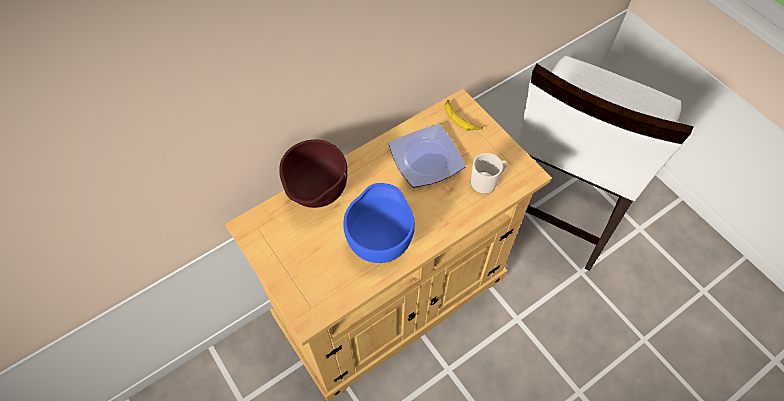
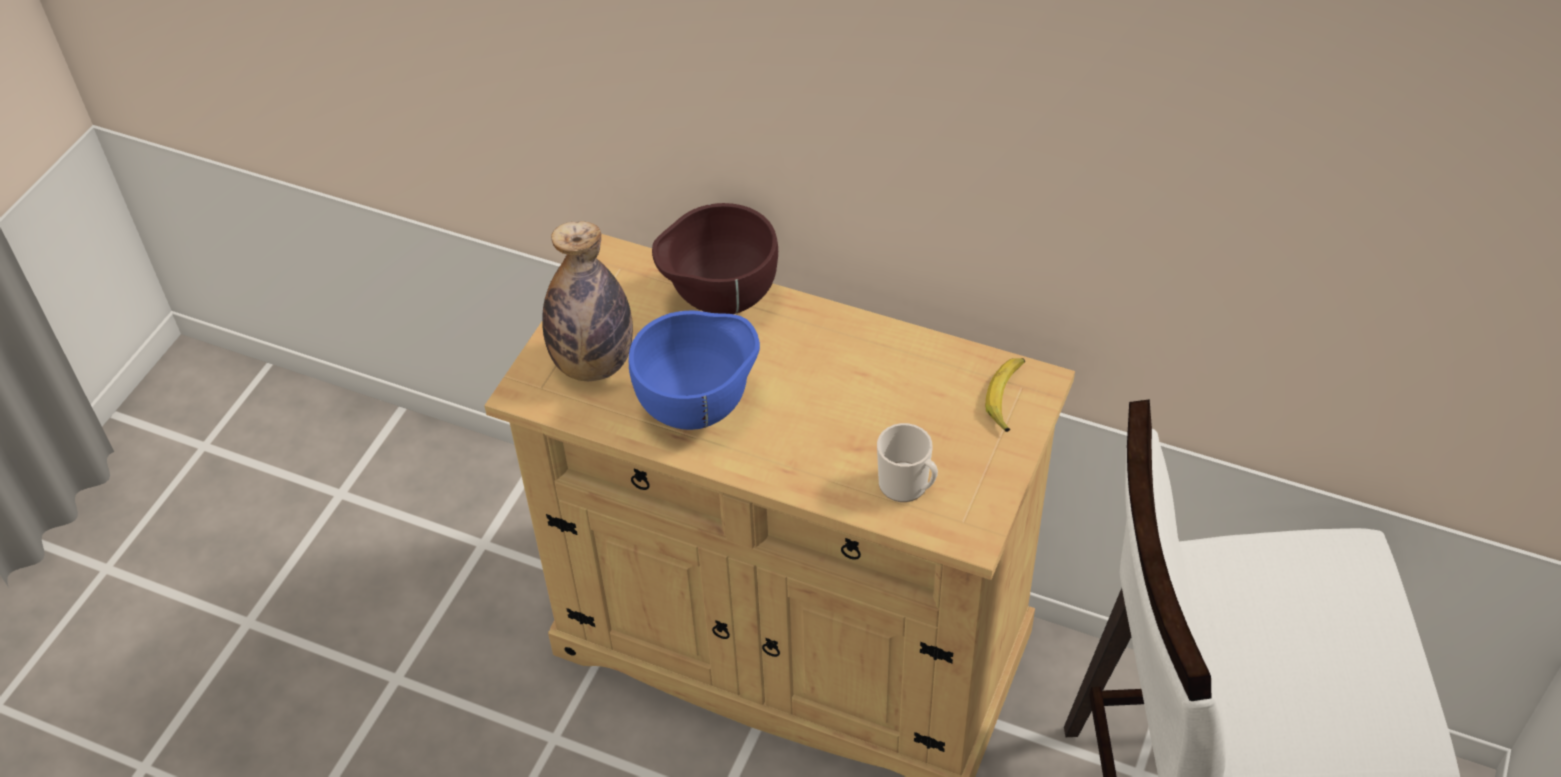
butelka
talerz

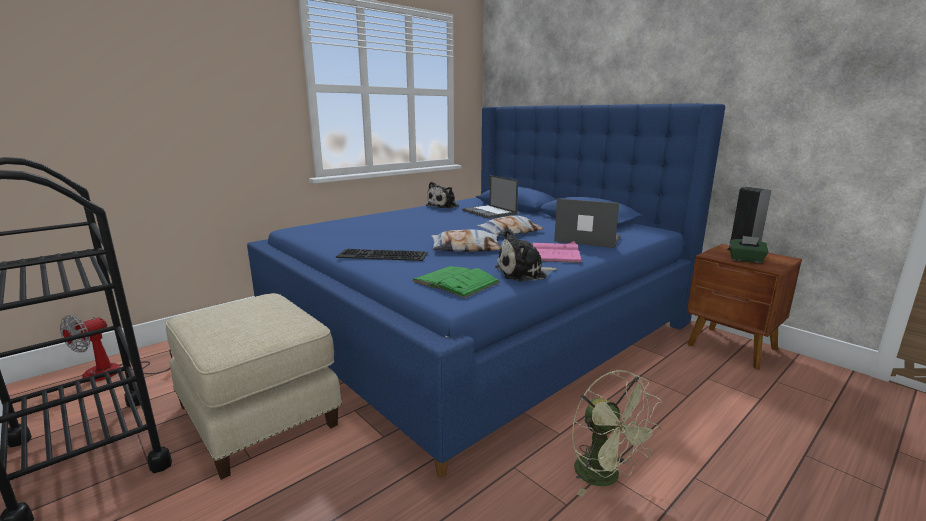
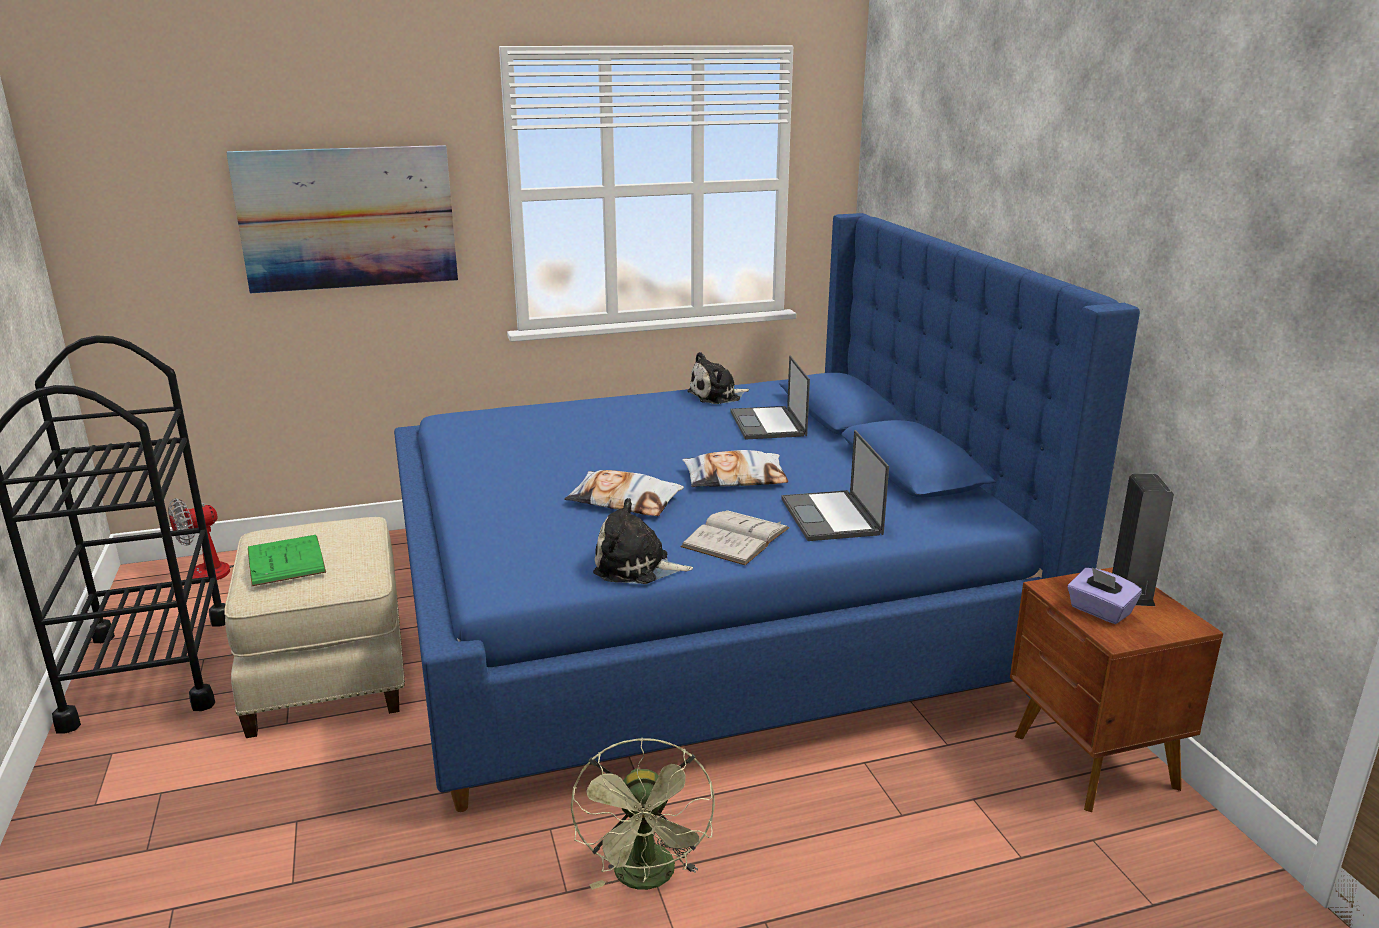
obraz
książka [zielony]
książka [biały]
laptop (no. 2 from left)
pudełko chusteczek [fioletowy]
klawiatura

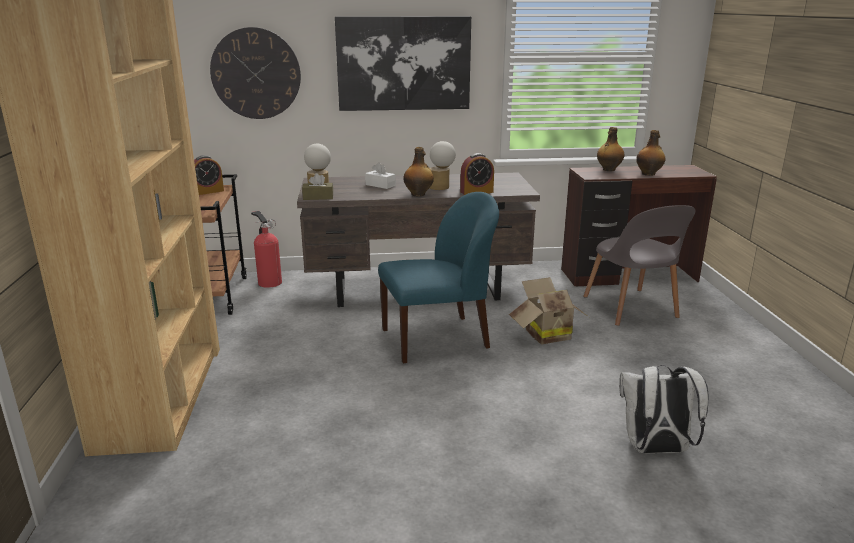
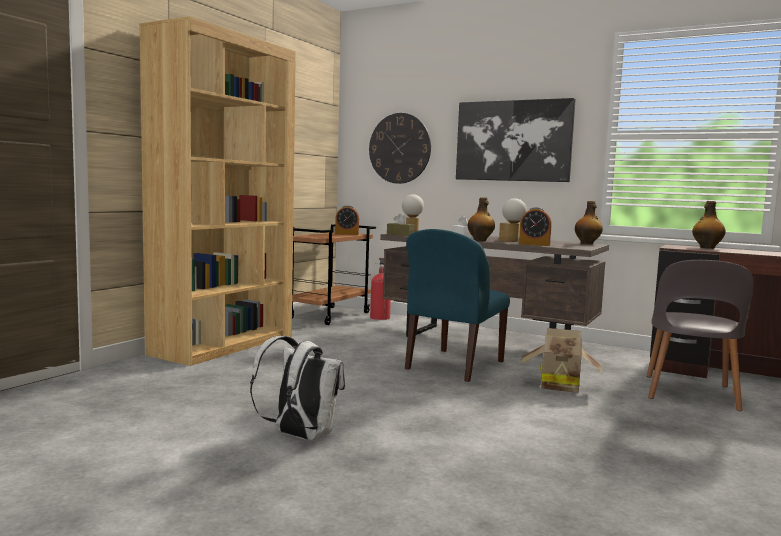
plecak [biały]
krzesło [niebieski]
butelka (no. 2 from left)

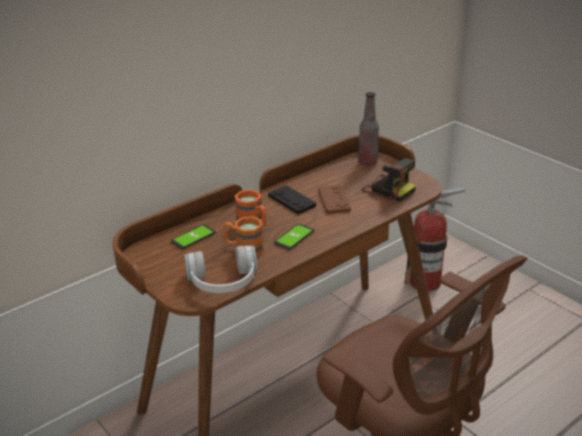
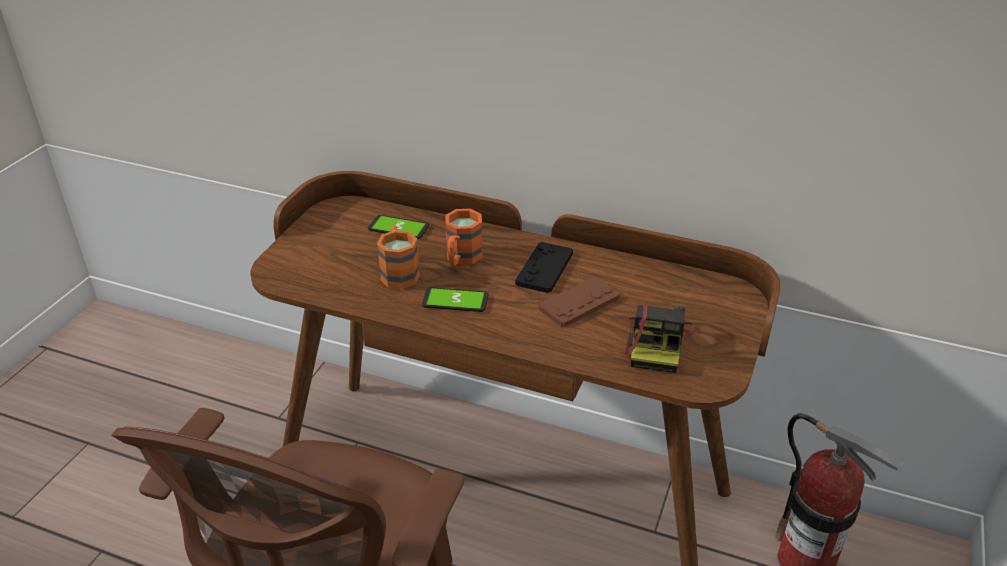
słuchawki [biały]
butelka

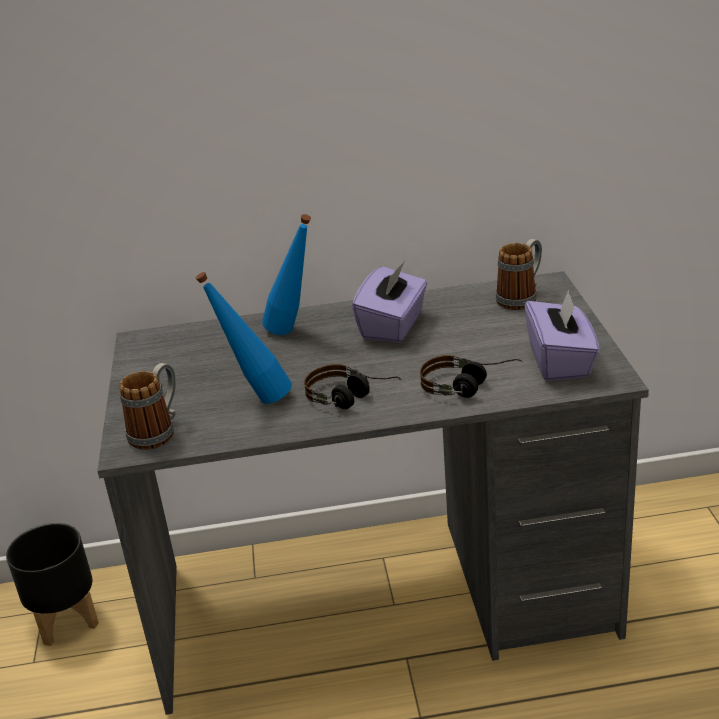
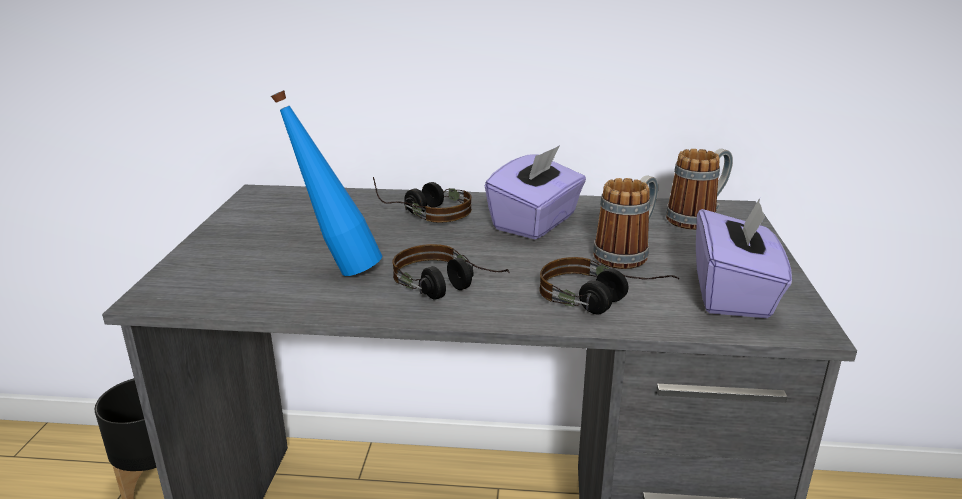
słuchawki (no. 1 from left)
kubek (no. 1 from left)

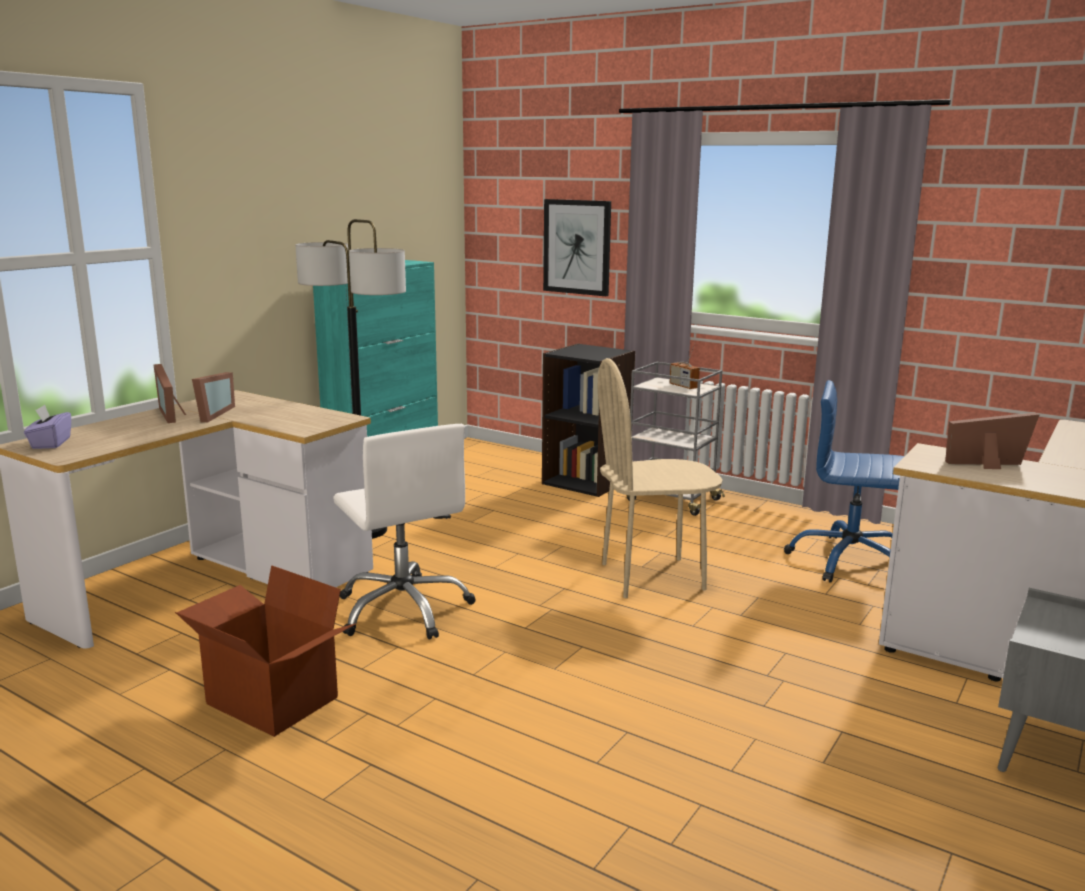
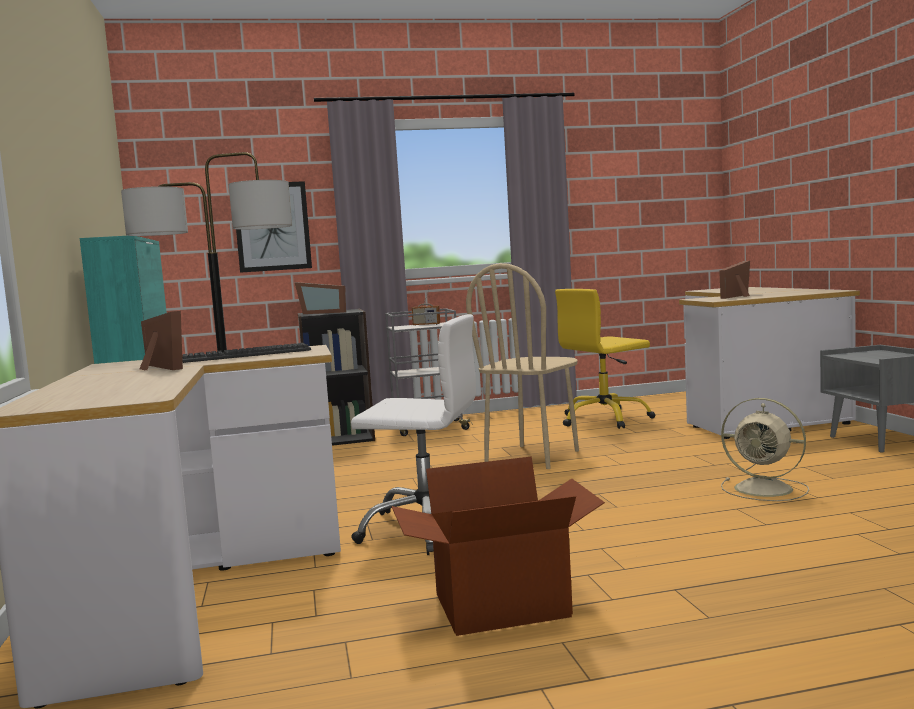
klawiatura
ramka na zdjęcie (no. 2 from left)
krzesło biurowe [żółty]
wentylator [beżowy]
pudełko chusteczek [fioletowy]

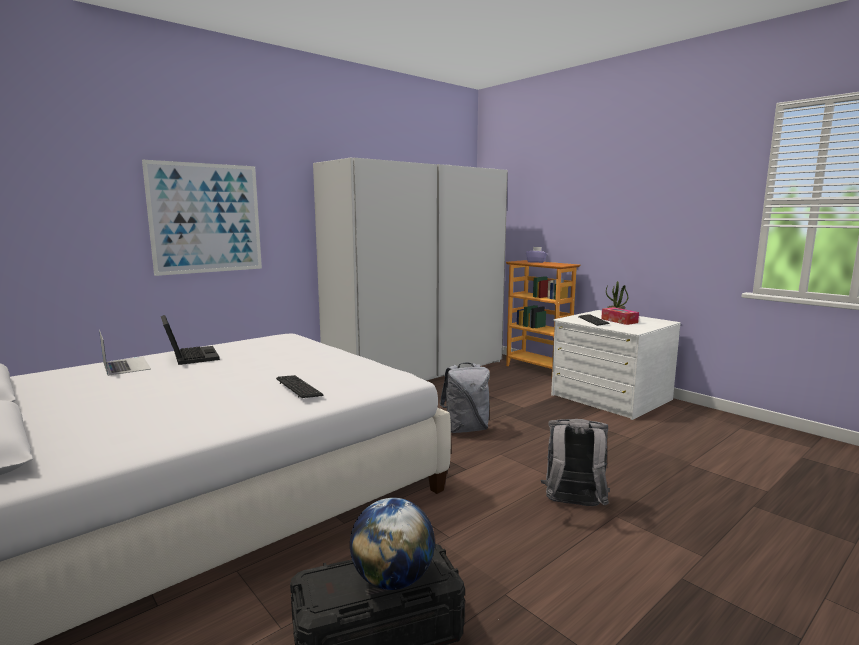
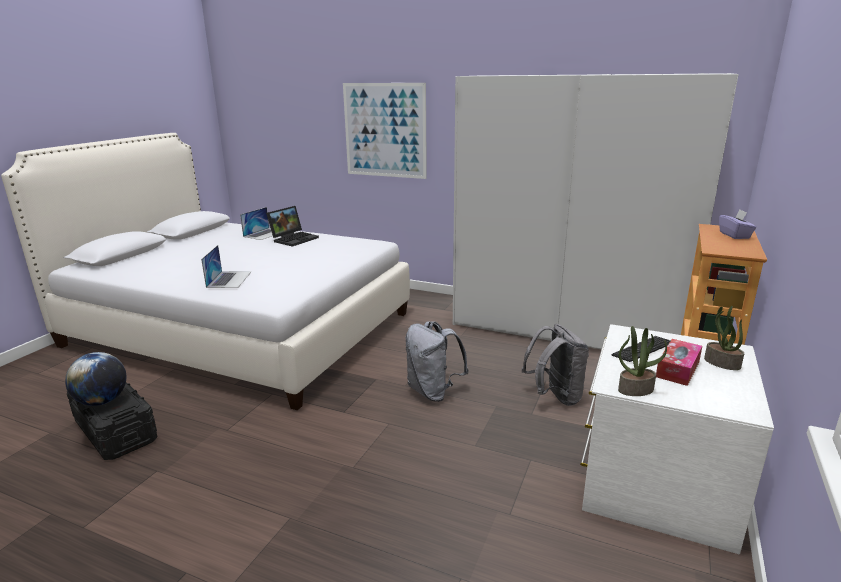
laptop (no. 1 from left)
plecak [szary] (no. 2 from left)
roślina doniczkowa (no. 1 from left)

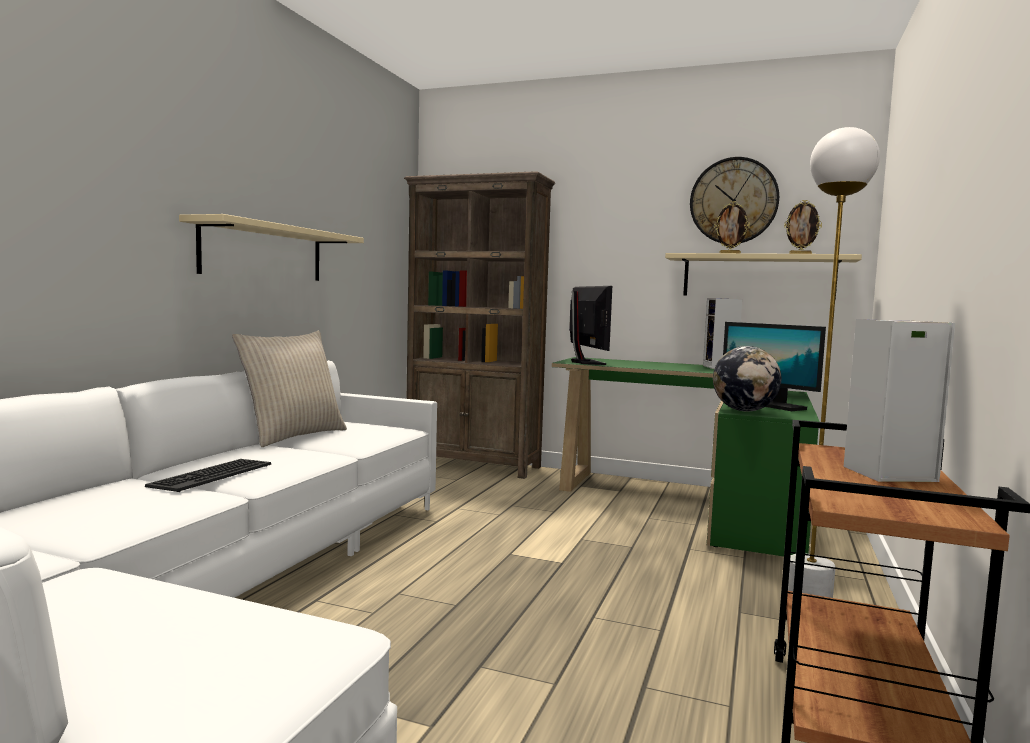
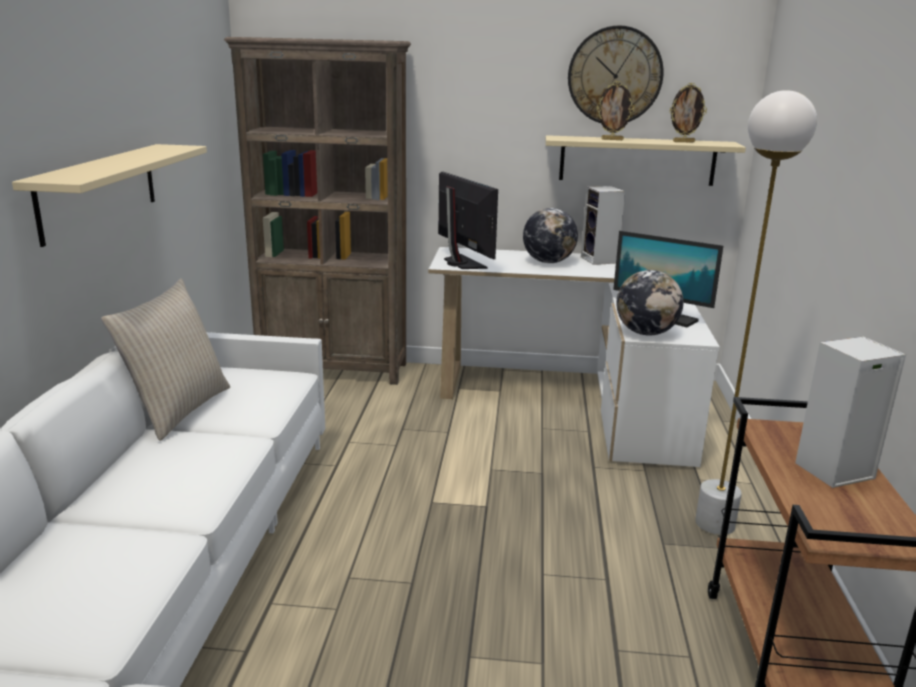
biurko [biały]
globus (no. 1 from left)
klawiatura

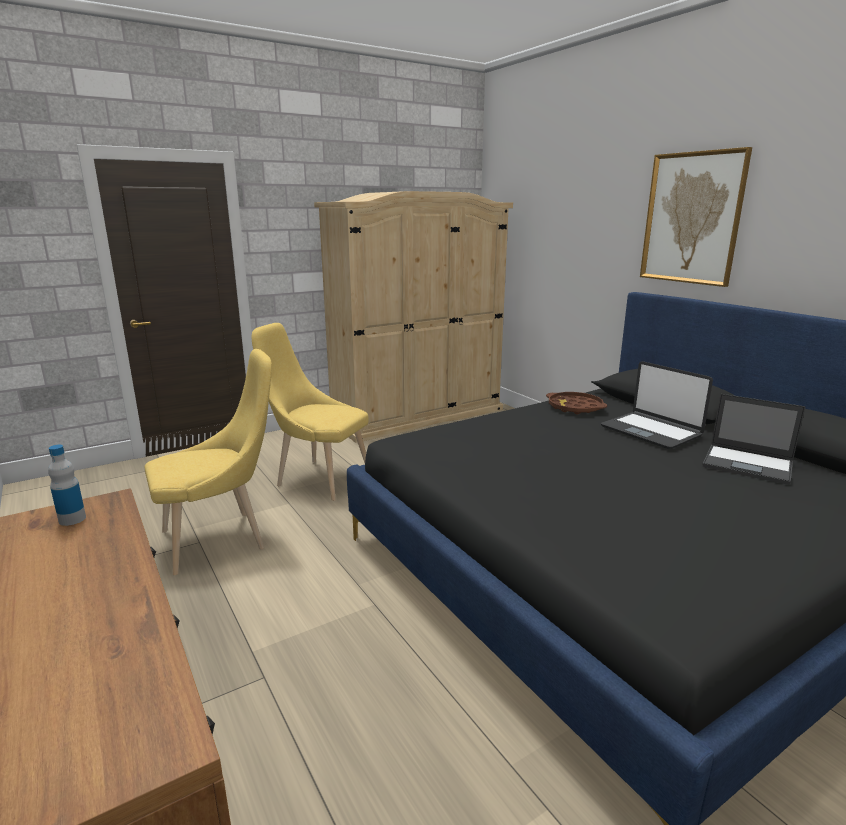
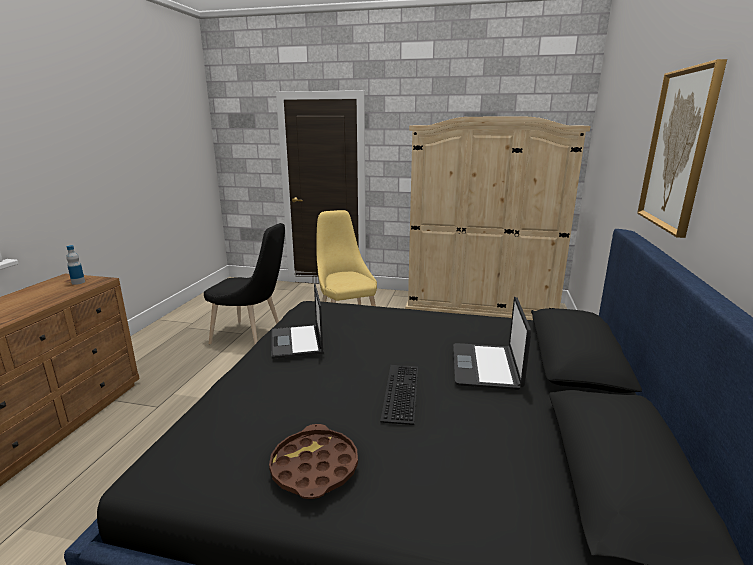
krzesło [czarny]
taca [brązowy]
laptop (no. 1 from left)
klawiatura

